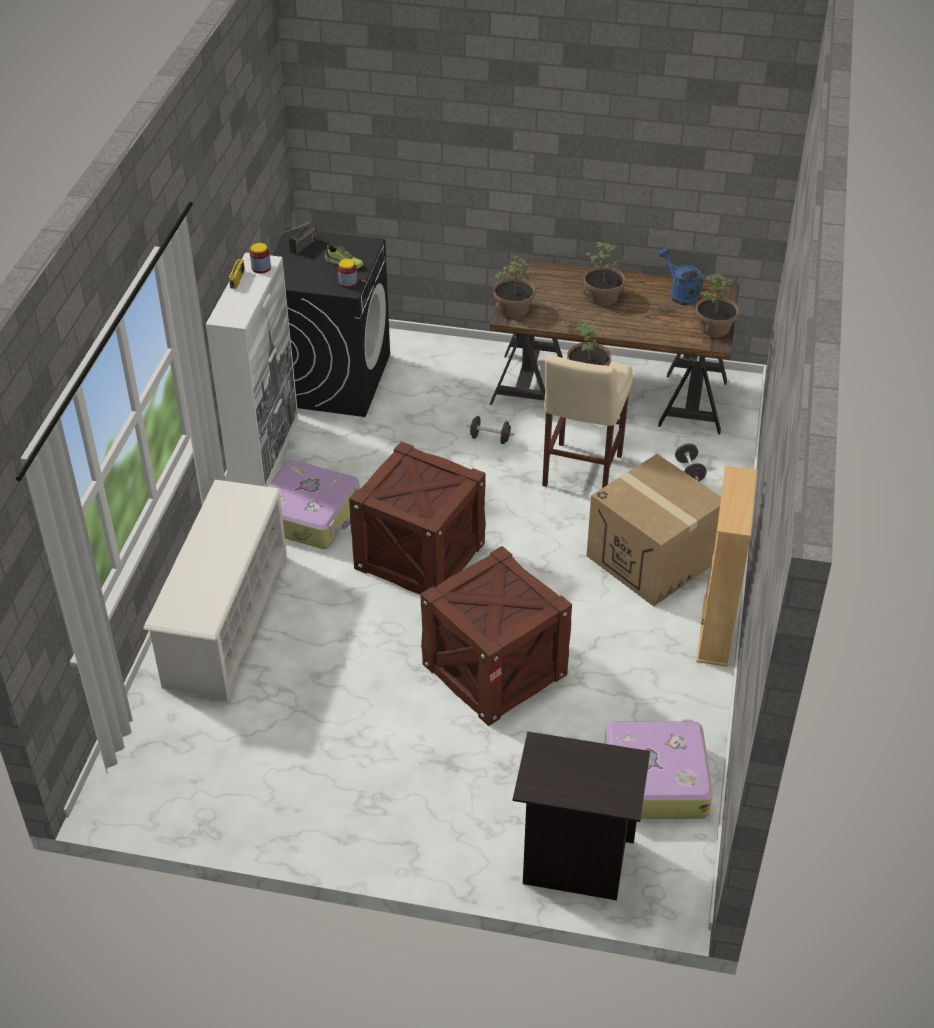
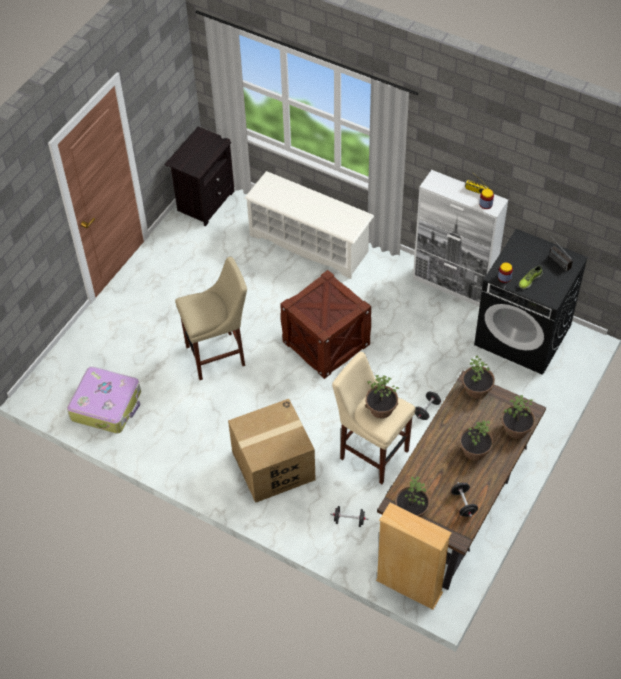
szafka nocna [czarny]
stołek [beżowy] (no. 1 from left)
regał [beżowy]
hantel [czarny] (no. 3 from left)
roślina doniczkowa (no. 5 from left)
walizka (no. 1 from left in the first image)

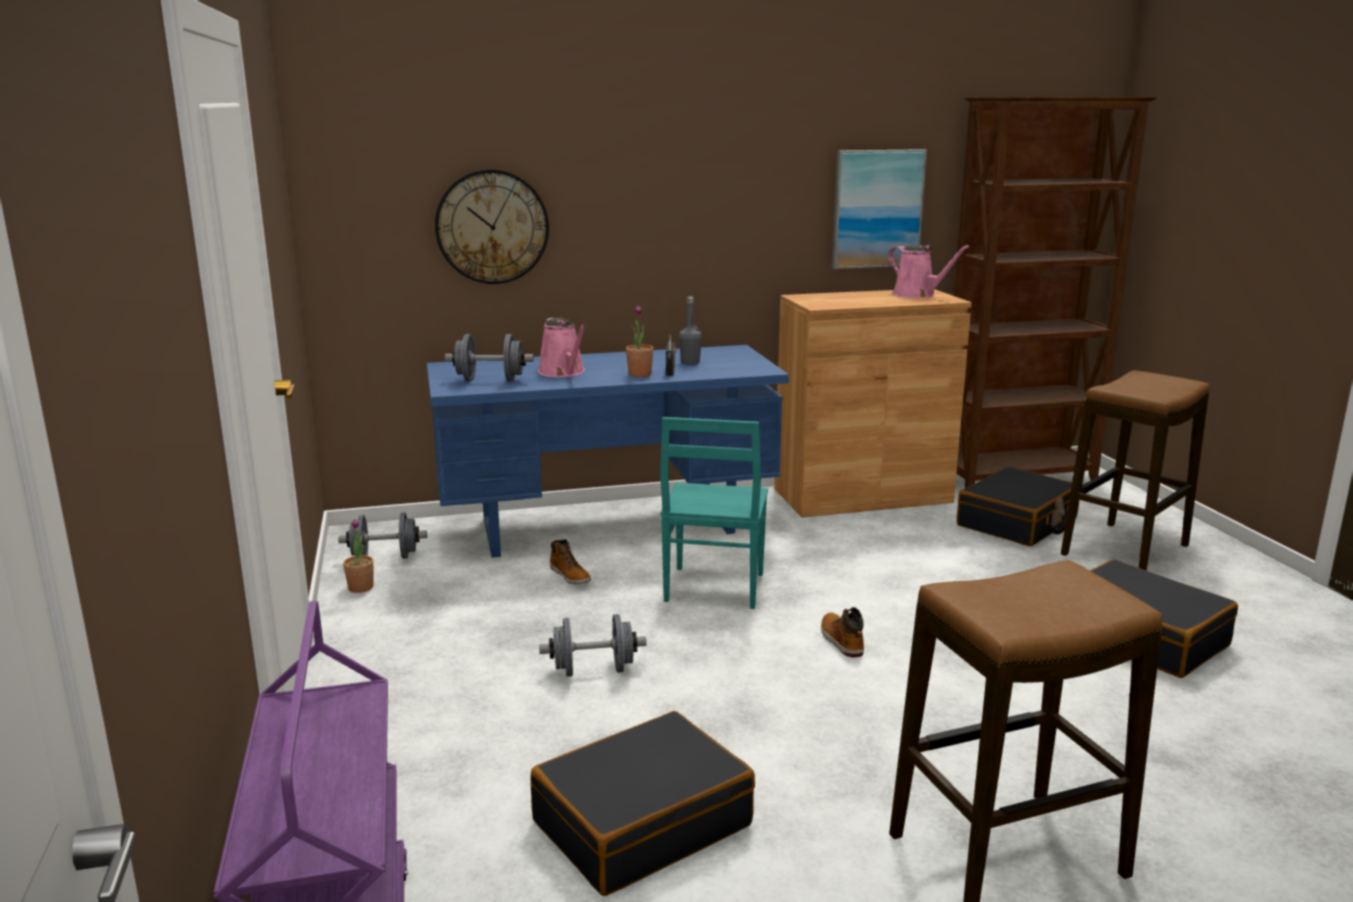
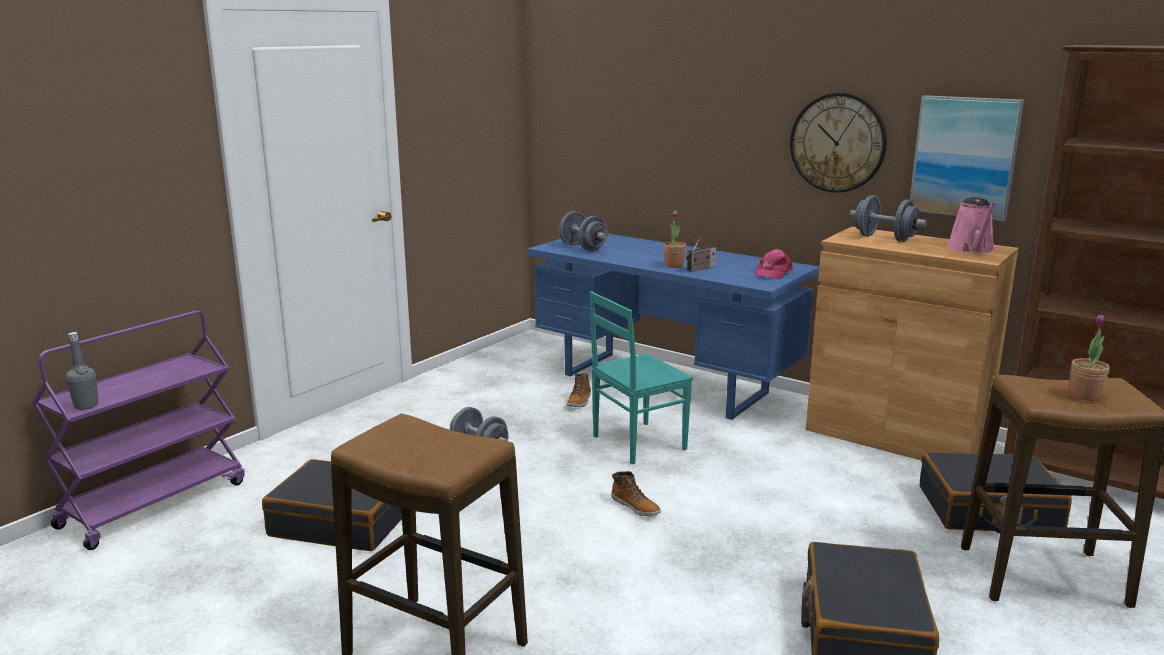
butelka [szary]
but z cholewką (no. 2 from left)
czapka z daszkiem [różowy]
zegar ścienny
hantel [szary] (no. 3 from left)
roślina doniczkowa (no. 2 from left)
konewka [różowy] (no. 1 from left in the first image)

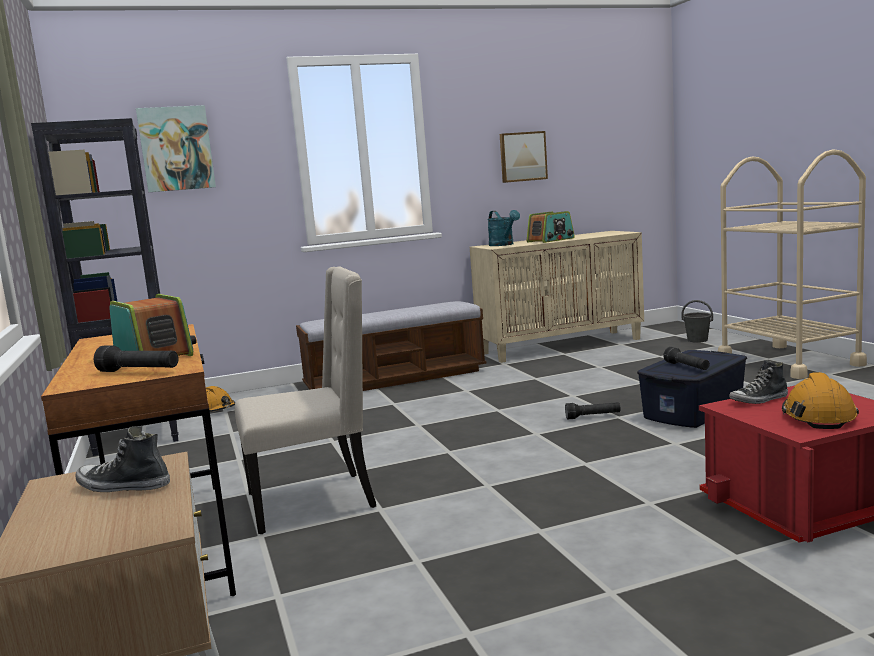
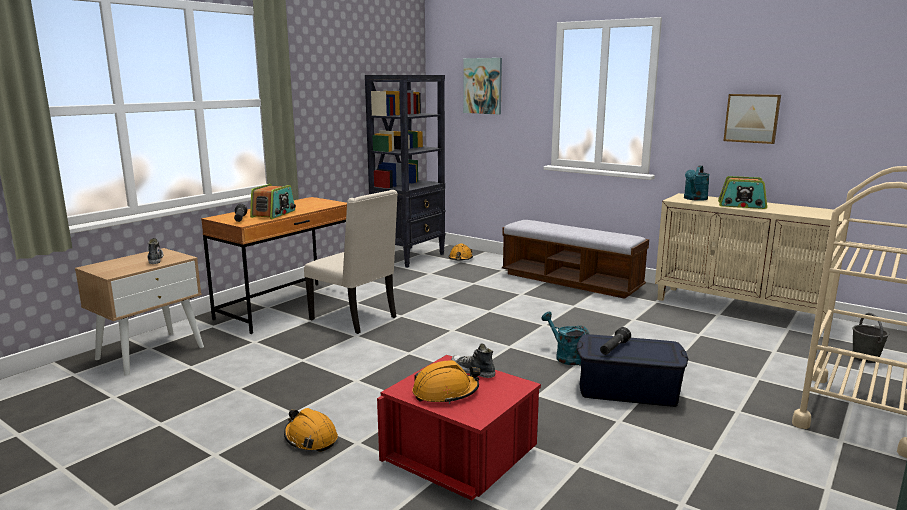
kask [pomarańczowy] (no. 1 from left)
konewka [turkusowy] (no. 1 from left)

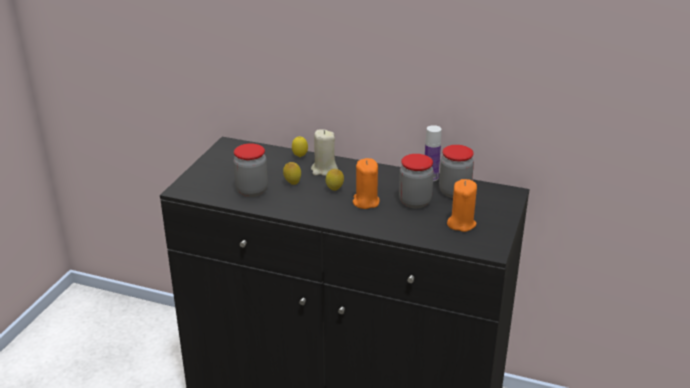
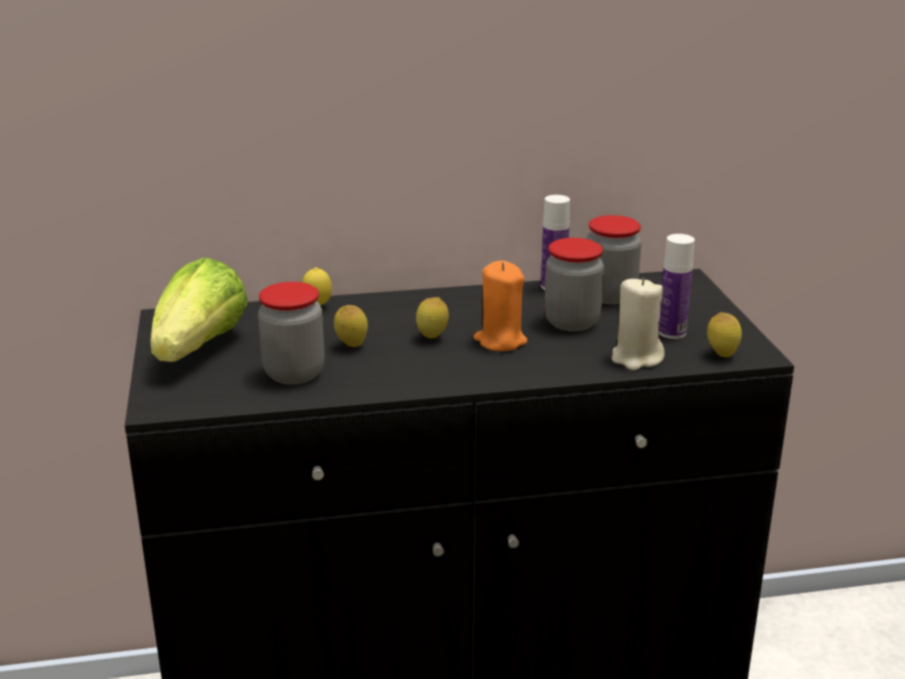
sałata
świeca [beżowy]
butelka (no. 2 from left)
cytryna (no. 4 from left)

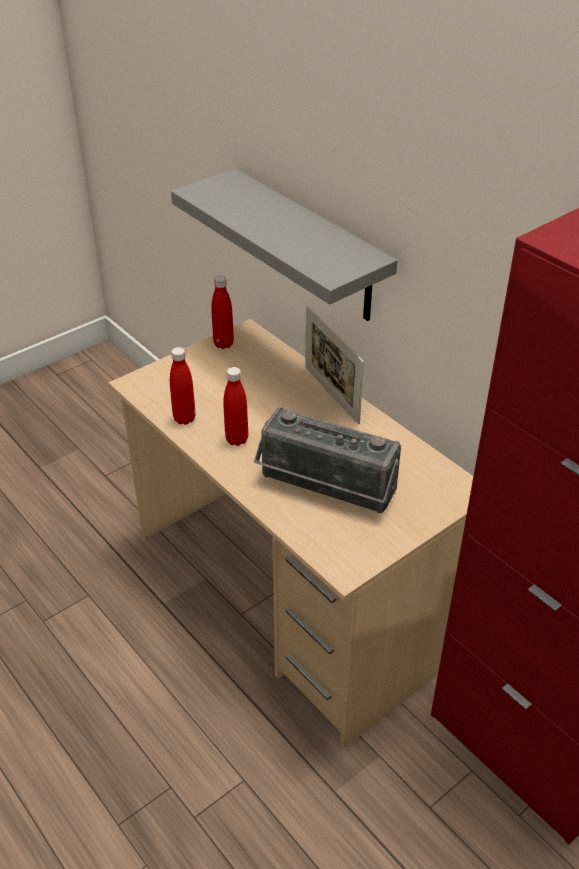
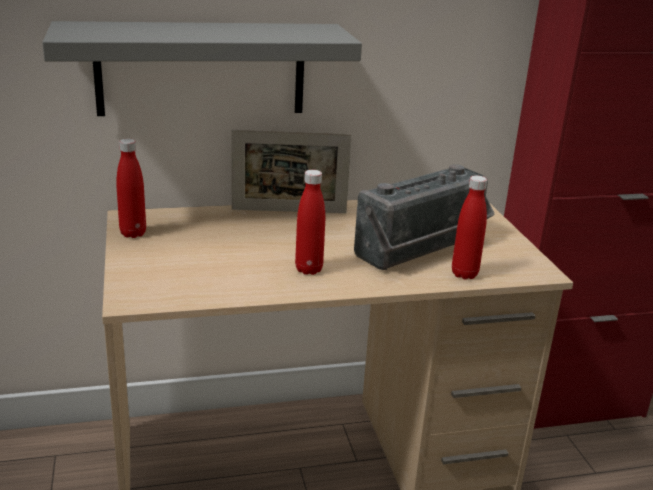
butelka [czerwony] (no. 3 from left)

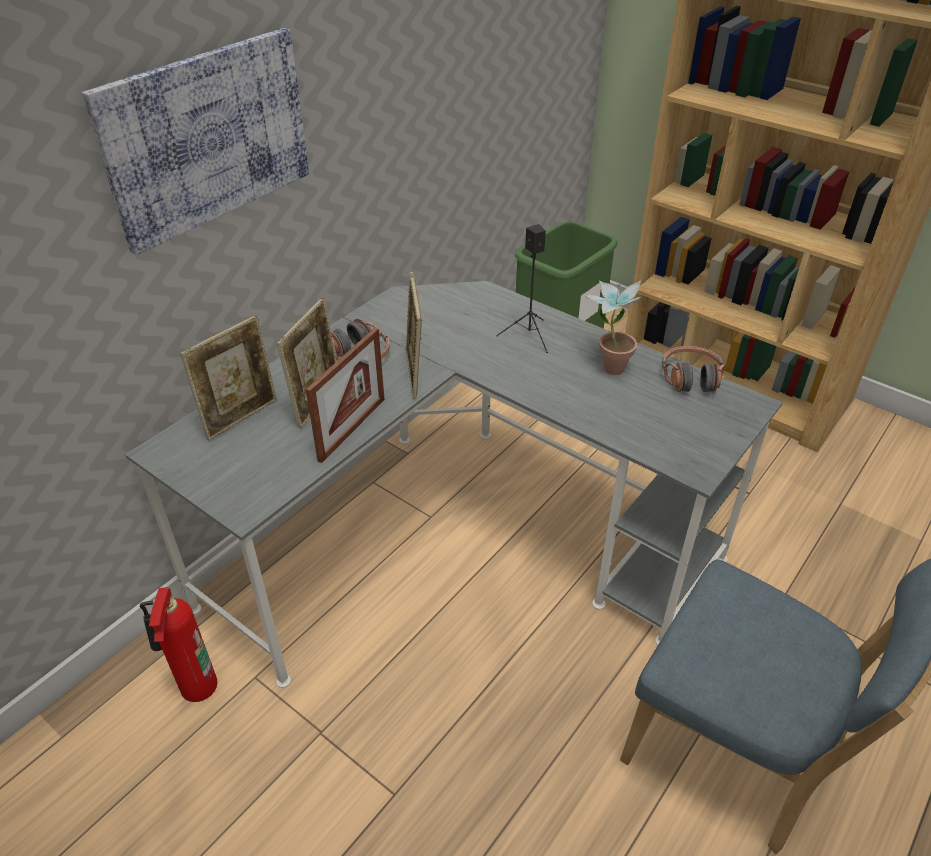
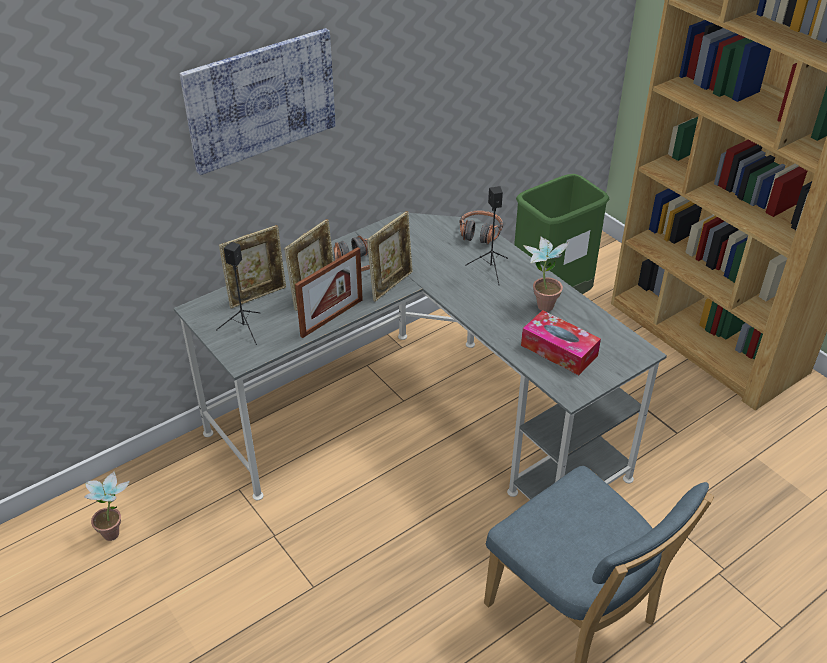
roślina doniczkowa (no. 1 from left)
głośnik [czarny] (no. 1 from left)
ramka na zdjęcie (no. 4 from left)
słuchawki (no. 2 from left)
pudełko chusteczek
gaśnica

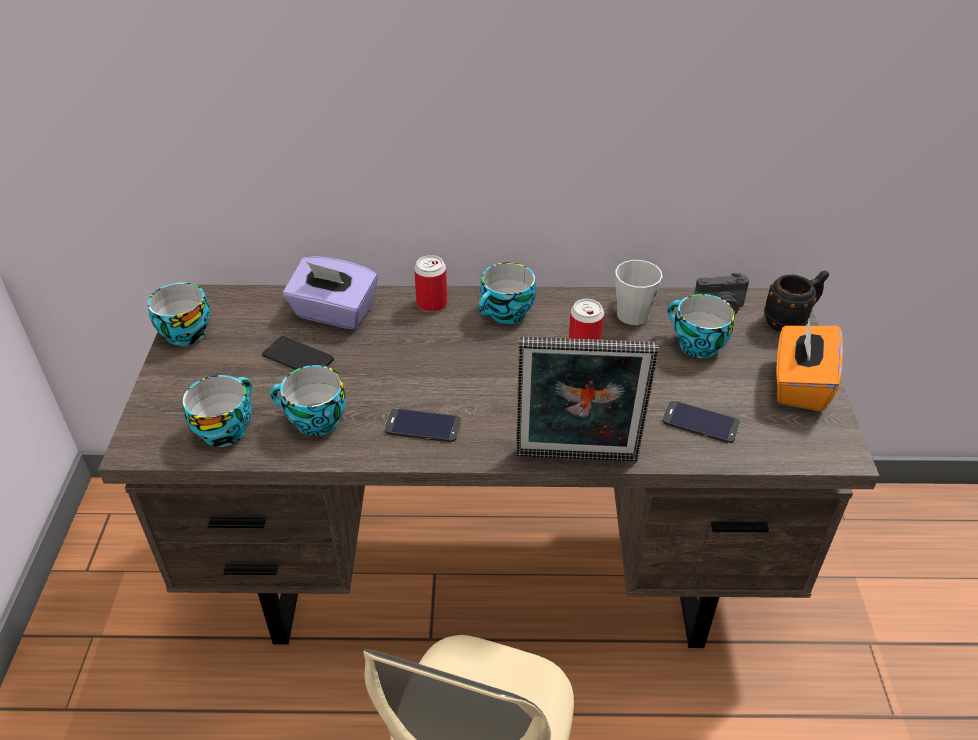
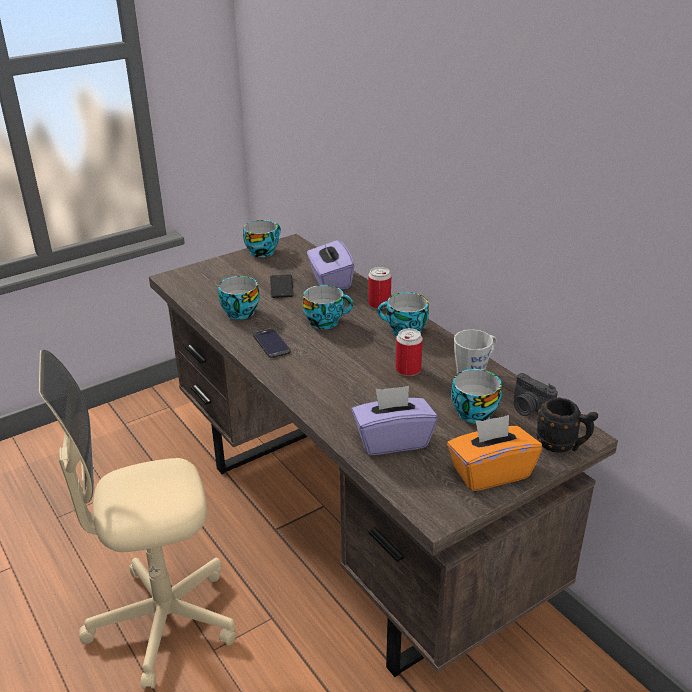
filiżanka (no. 3 from left)
pudełko chusteczek [fioletowy] (no. 2 from left)
ramka na zdjęcie

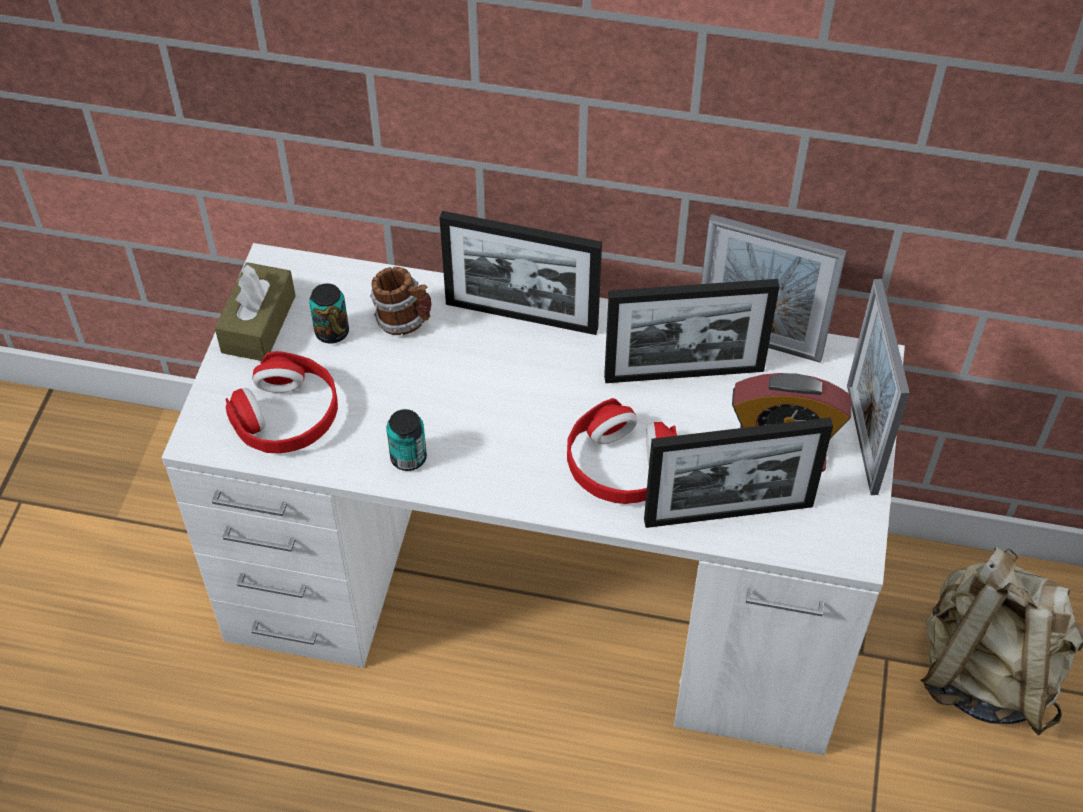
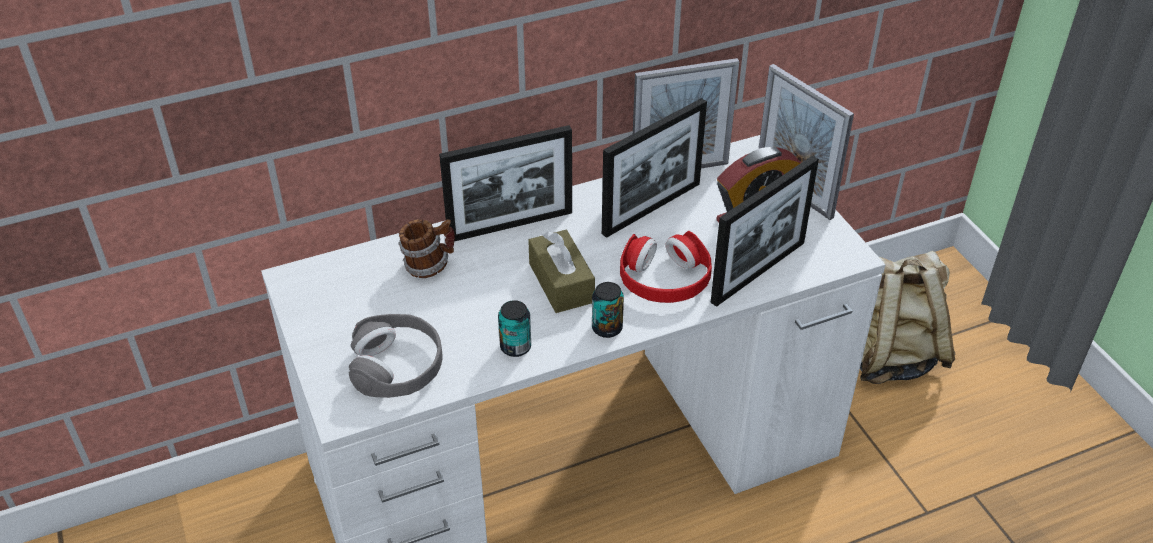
słuchawki [szary]
pudełko chusteczek [brązowy]
puszka (no. 2 from left)

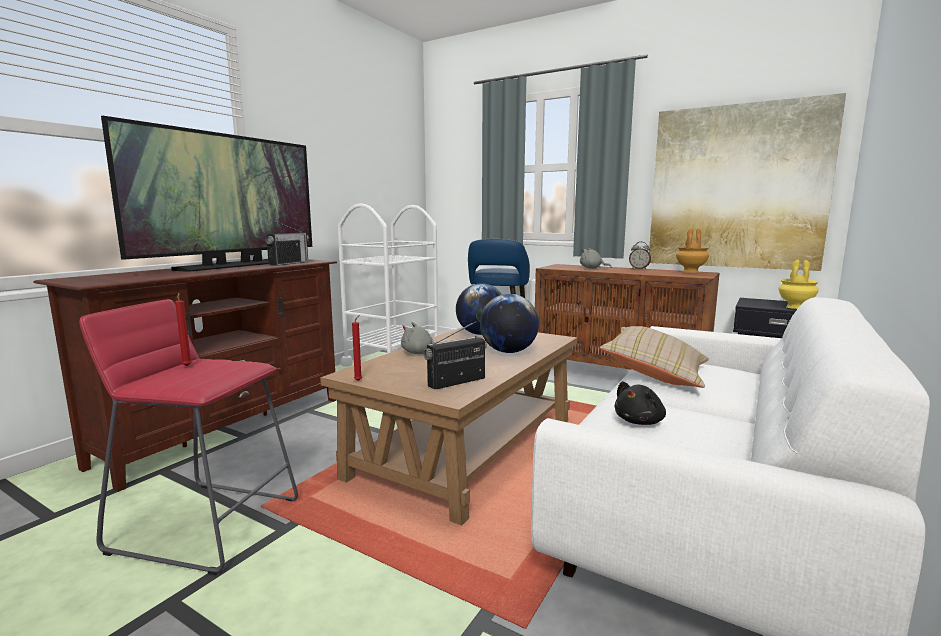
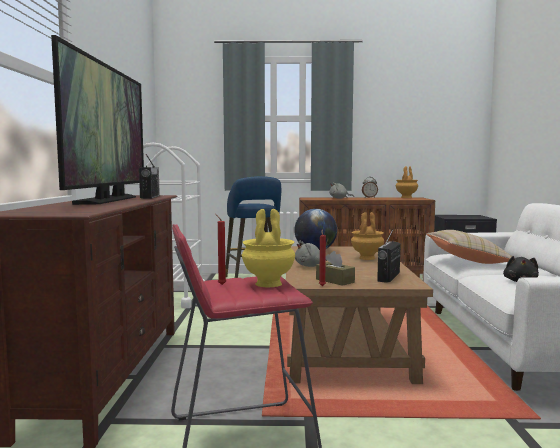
wazon [żółty]
pudełko chusteczek [brązowy]
wazon [brązowy] (no. 1 from left)
obraz

